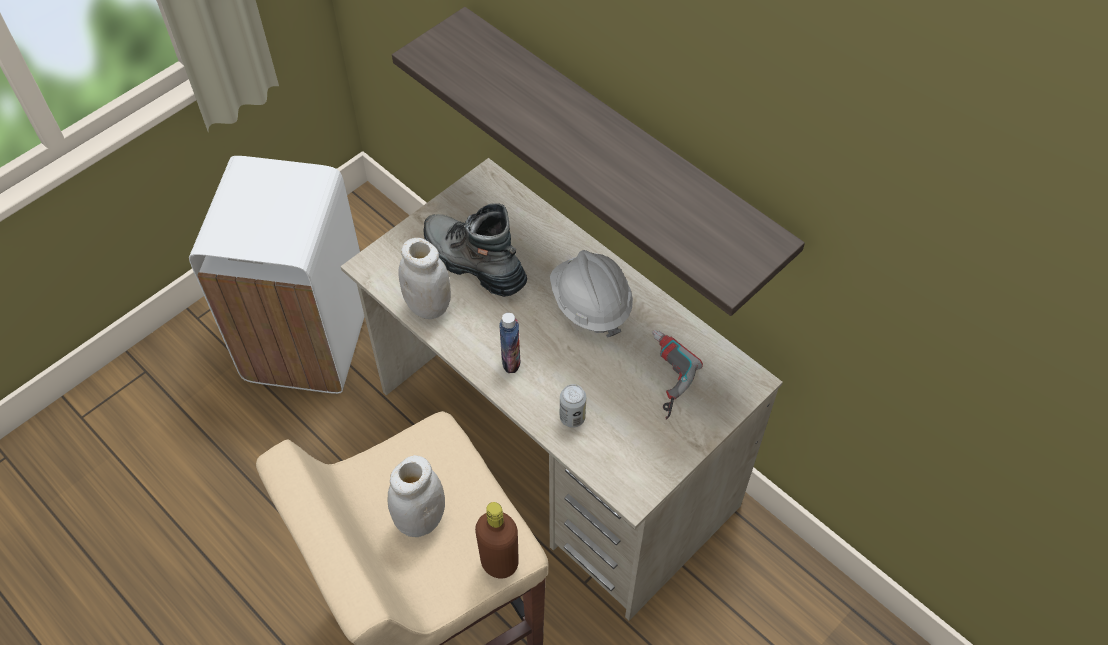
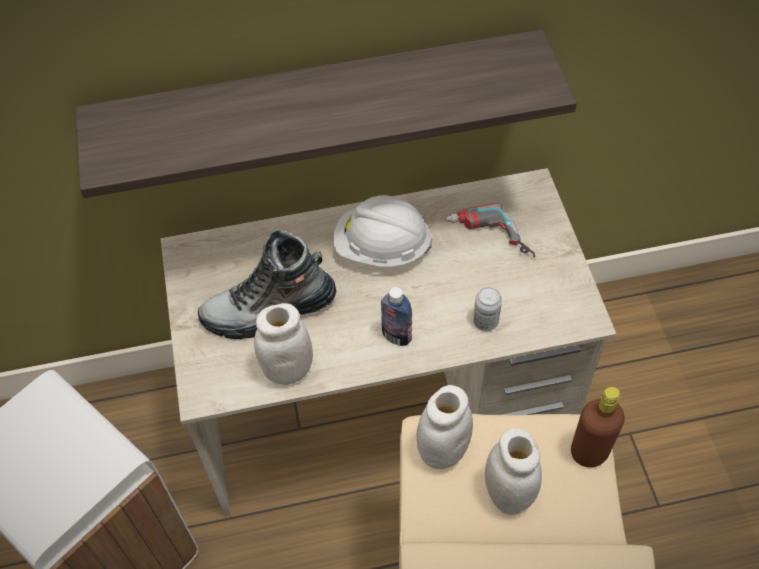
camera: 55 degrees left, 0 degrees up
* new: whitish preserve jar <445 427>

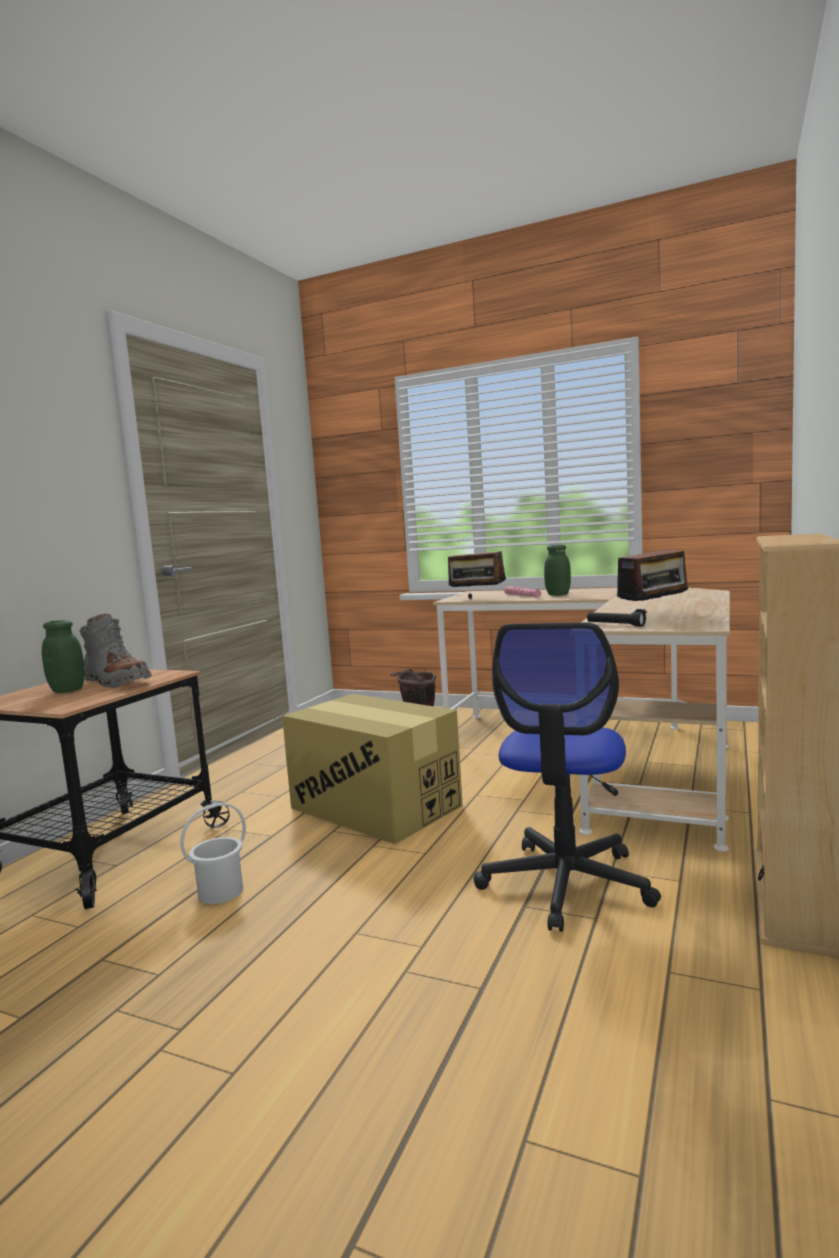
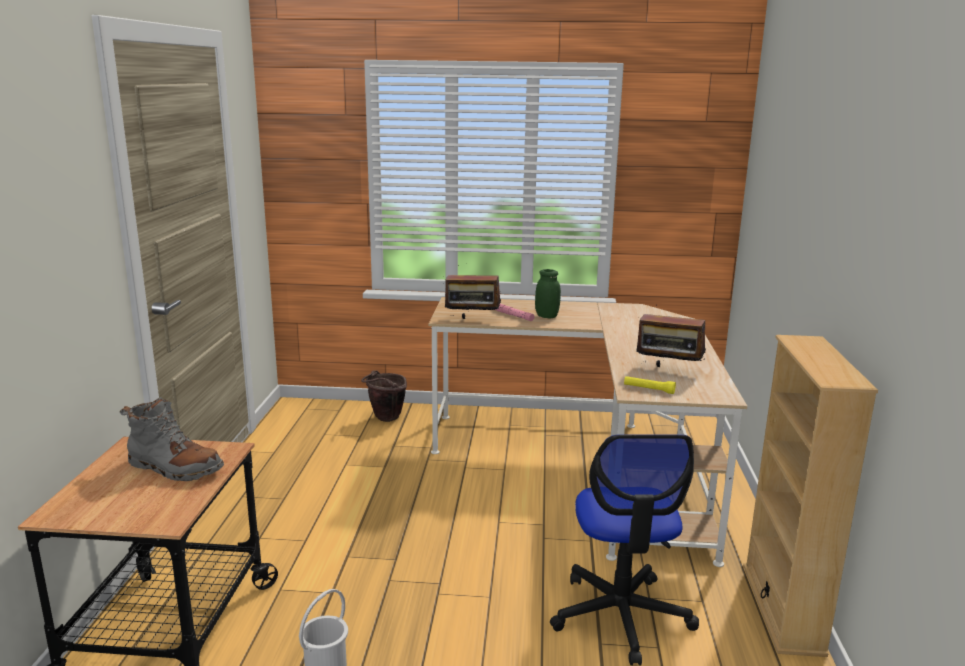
camera: 20 degrees left, 10 degrees up
* rotated: radio receiver <655 575> = <671 337> 75 degrees clockwise
* repainted: black-coloured flashlight <616 619> to yellowish flashlight <650 385>
* gone: greenish preserve jar <63 656>
* gone: cardboard box <372 769>

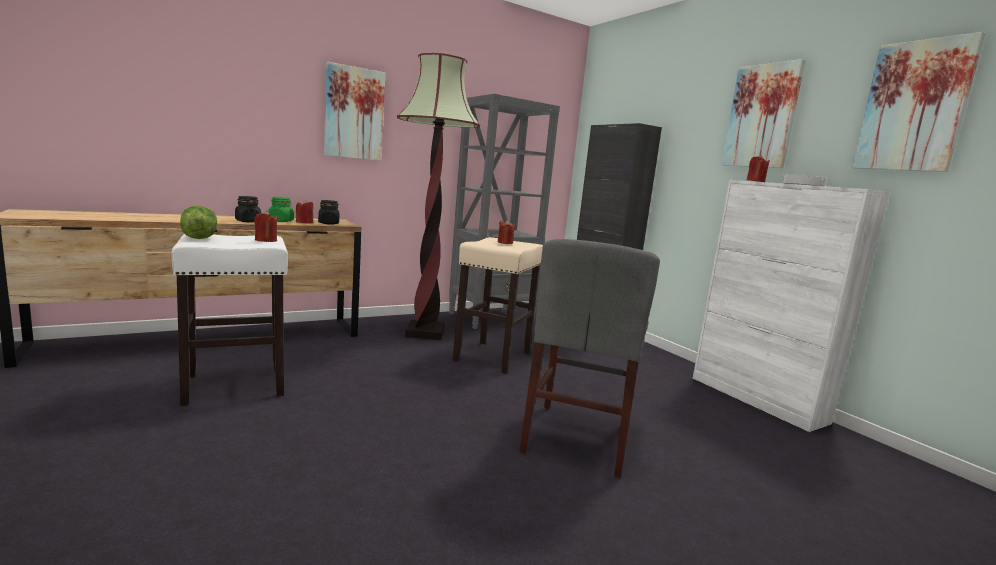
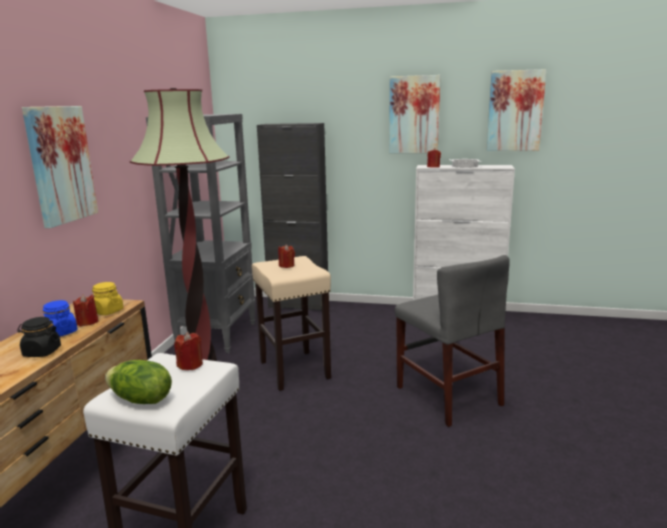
camera: 45 degrees left, 5 degrees up
* repainted: greenish preserve jar <281 209> to blue-coloured preserve jar <60 318>
* repainted: black-coloured preserve jar <328 212> to yellowish preserve jar <107 298>

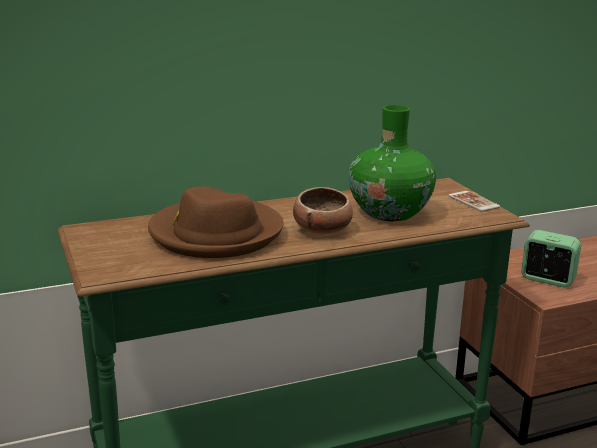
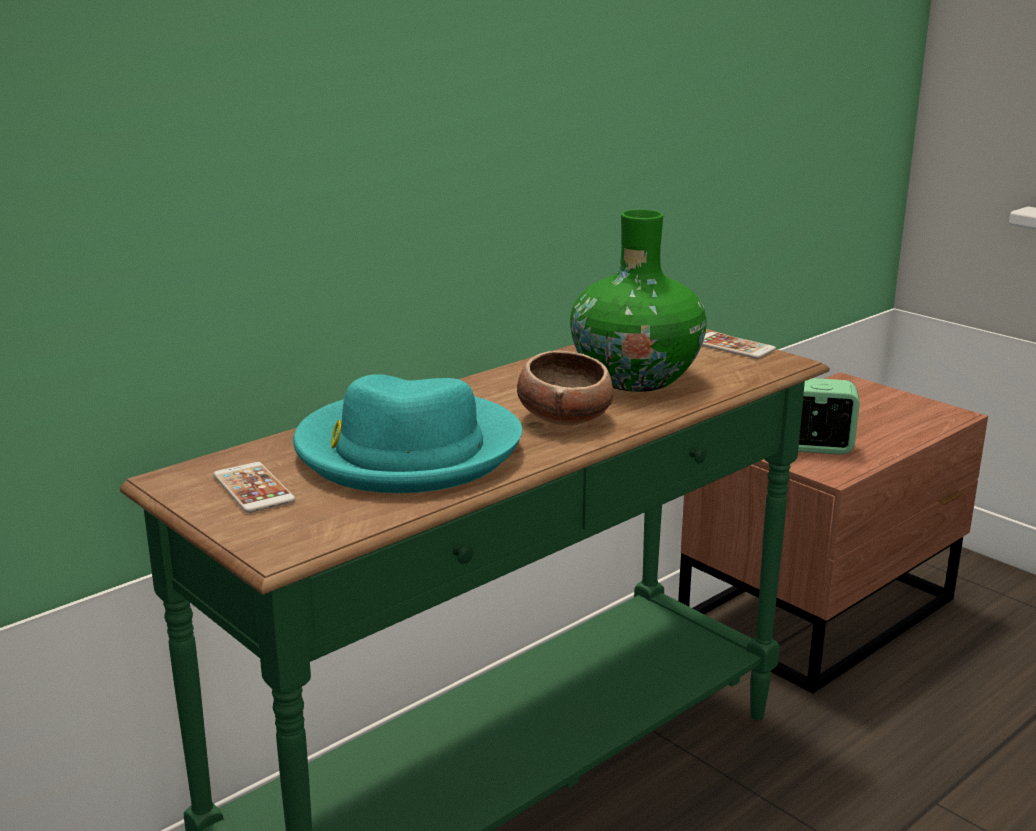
camera: 20 degrees left, 0 degrees up
* repainted: brown wearable hat <216 222> to turquoise wearable hat <407 433>
* new: handset <254 487>

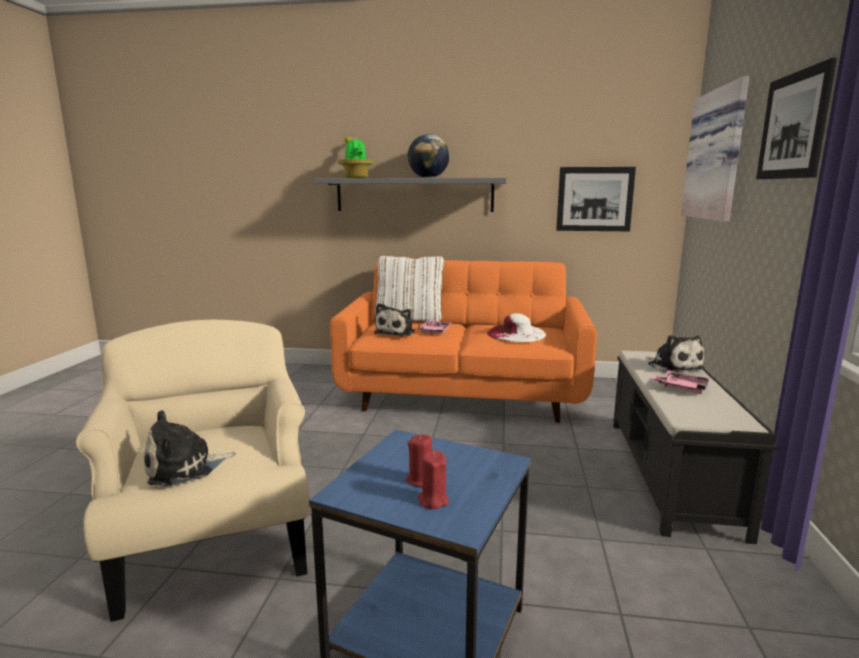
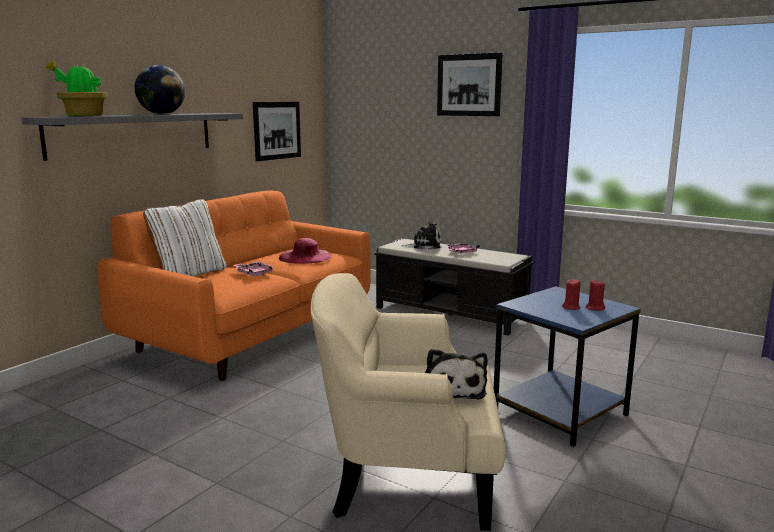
camera: 65 degrees left, 0 degrees up
* gone: picture <715 149>
* gone: cuddly toy <394 319>
* repainted: whitish wearable hat <516 327> to pink-coloured wearable hat <305 251>

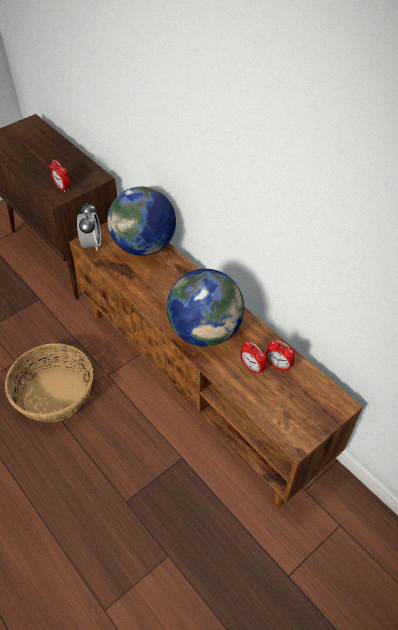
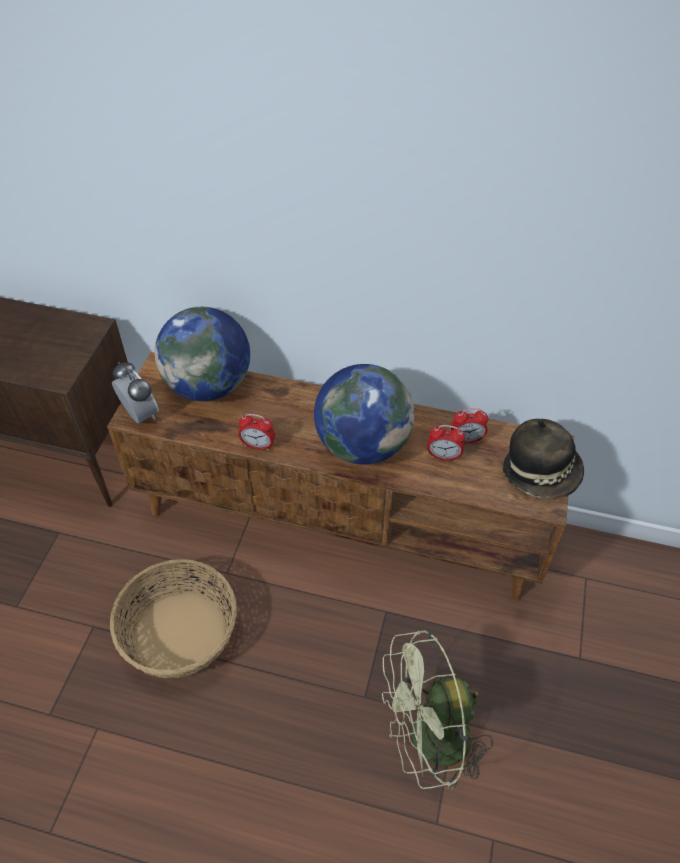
camera: 35 degrees left, 0 degrees up
* shifted: alarm clock <60 176> to <256 432>
* new: wearable hat <543 459>
* new: greenish fan <437 709>

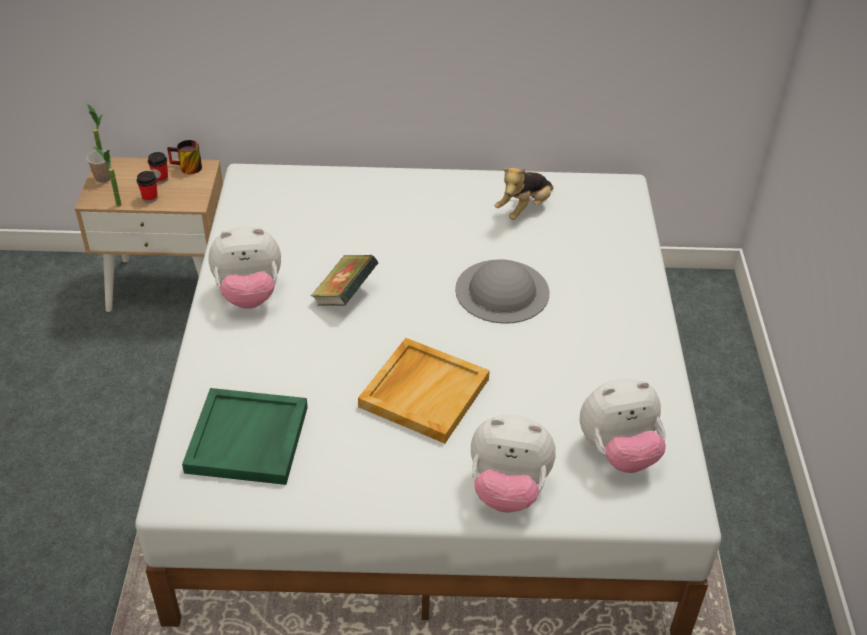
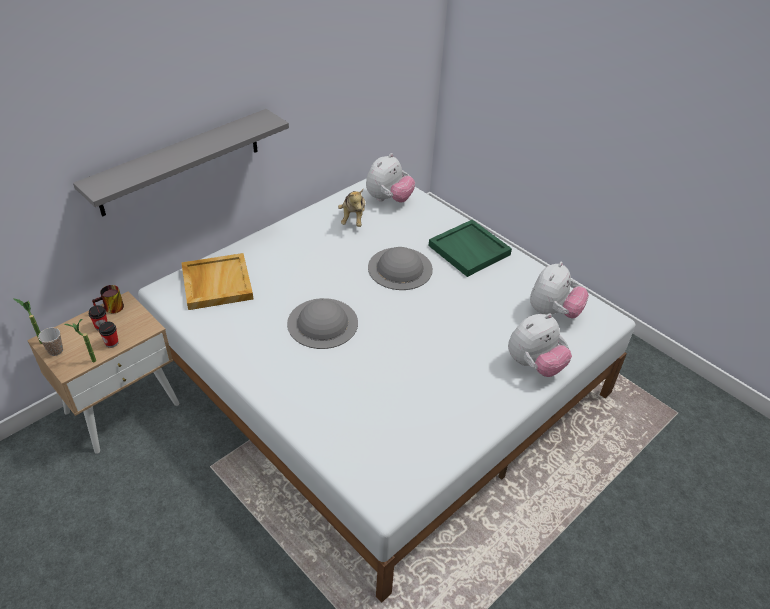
camera: 45 degrees left, 0 degrees up
* shifted: cuddly toy <244 267> to <390 178>
* swapped: book <344 280> to greyish wearable hat <322 323>
* shifted: beige-coloured carrying tray <424 391> to <217 281>
* shifted: greenish carrying tray <245 436> to <470 248>
* new: greyish bracket shelf <181 163>

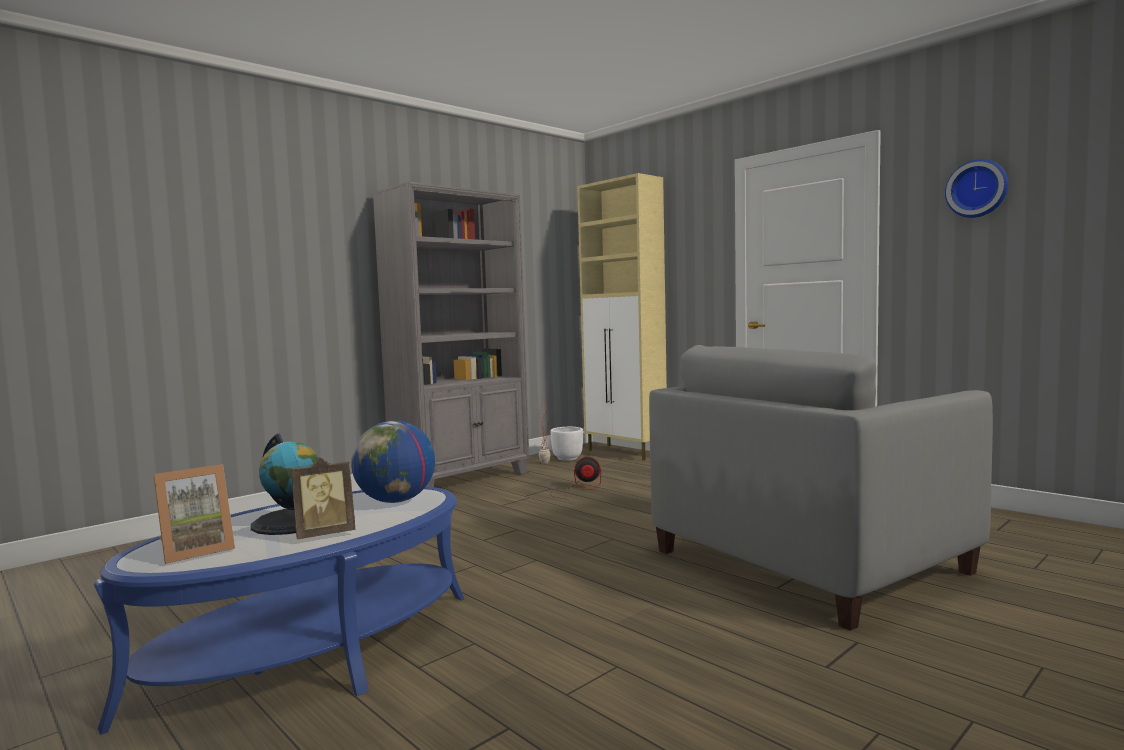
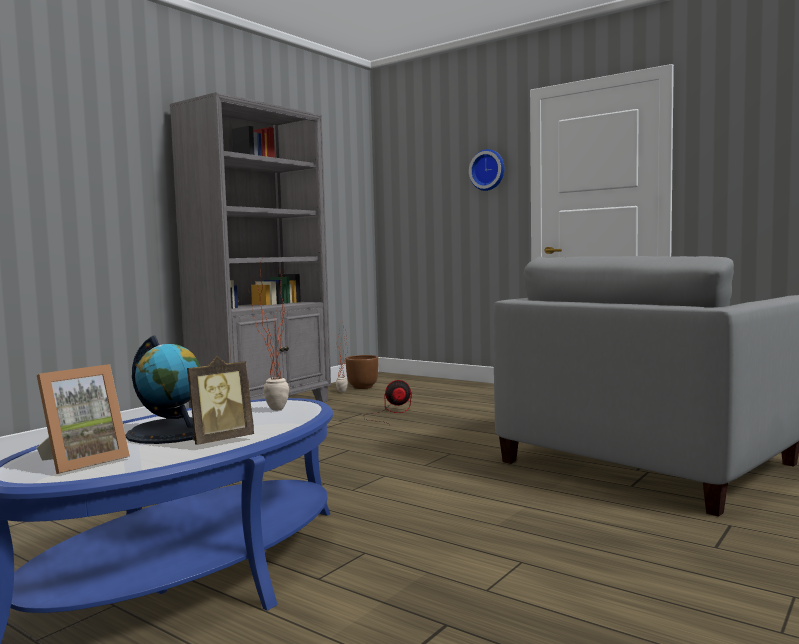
camera: 10 degrees left, 0 degrees up
* shifted: clock on the wall <976 188> to <487 170>
* gone: beige-coloured cupboard <622 316>
* swapped: world globe <393 462> to houseplant <268 332>
* repainted: whitish flower pot <566 444> to brown flower pot <362 372>

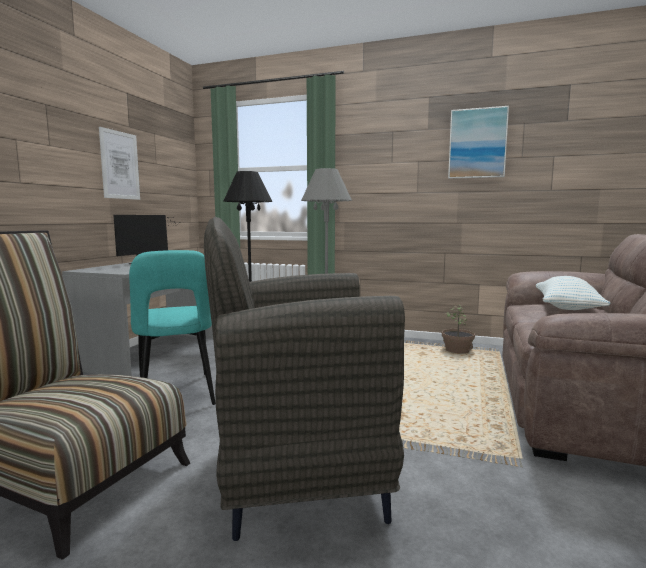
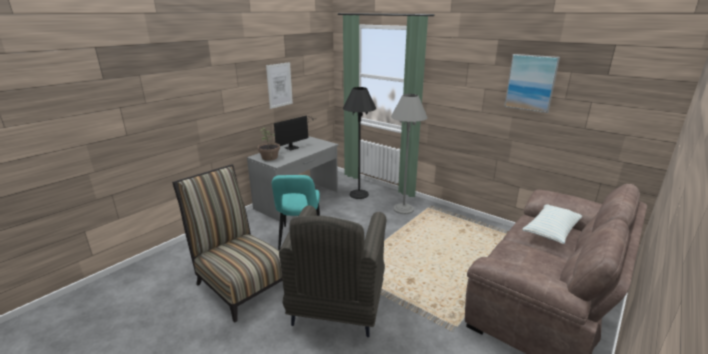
camera: 20 degrees right, 15 degrees up
* rotated: greyish armchair <304 379> = <332 271> 90 degrees counterclockwise
* shifted: houseplant <458 329> to <269 144>

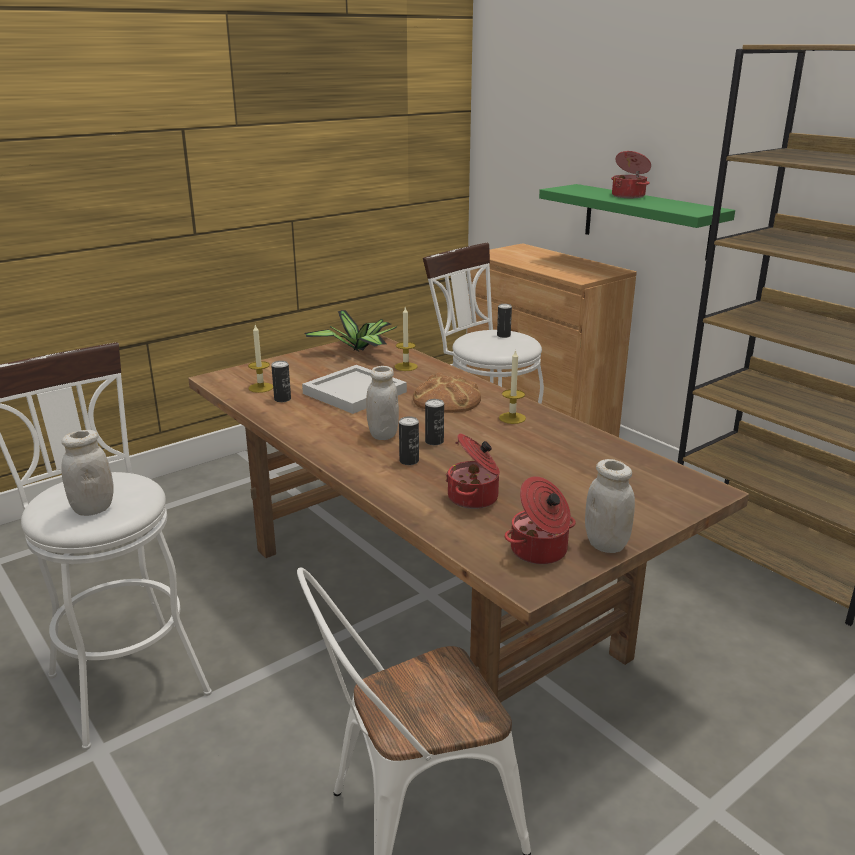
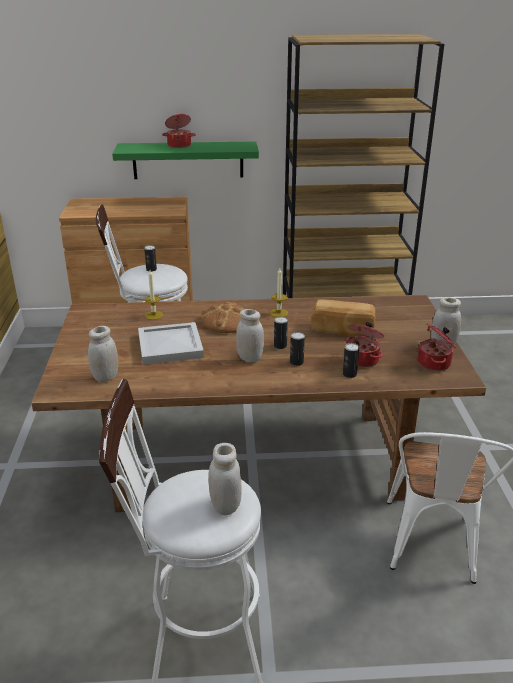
camera: 55 degrees left, 5 degrees up
* gone: houseplant <350 330>
* swapped: wax light <260 359> to whitish preserve jar <103 354>
* shifted: can <281 381> to <351 360>
* new: bakery bread <343 317>

